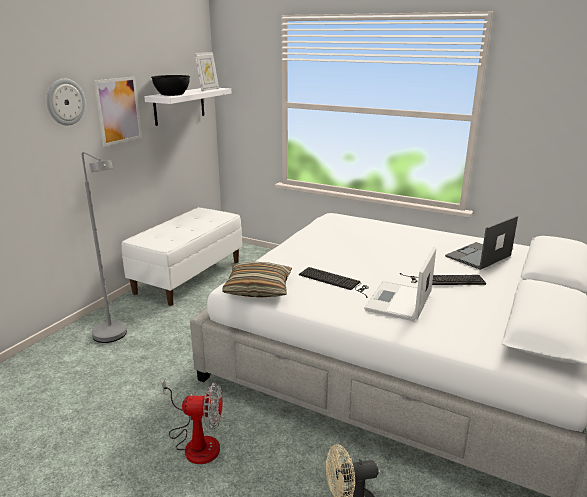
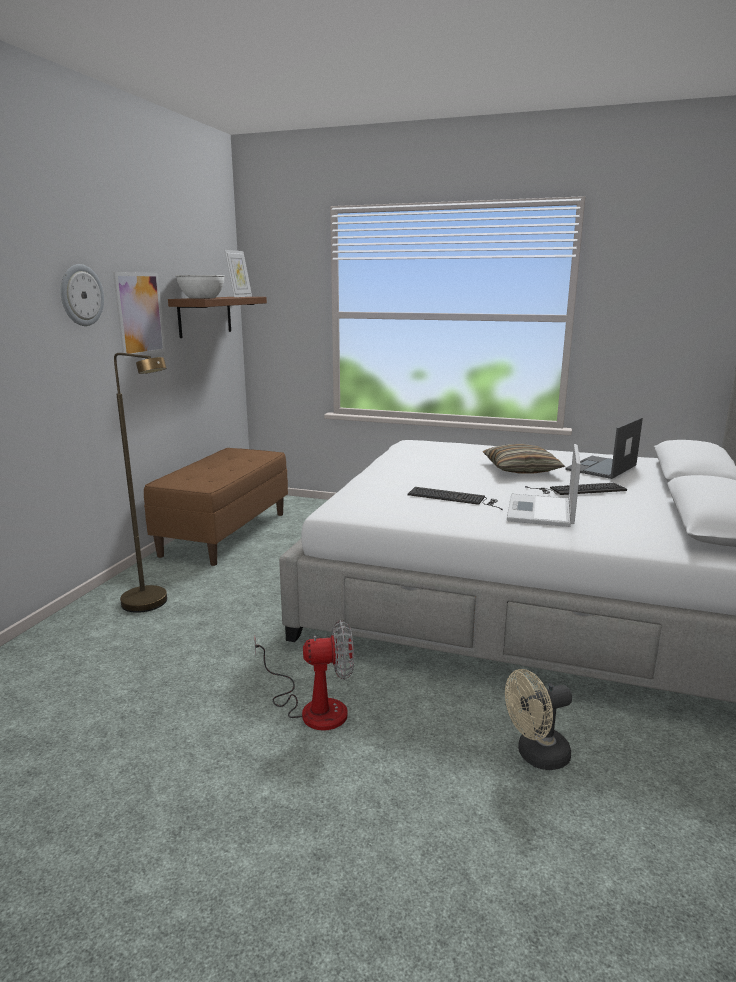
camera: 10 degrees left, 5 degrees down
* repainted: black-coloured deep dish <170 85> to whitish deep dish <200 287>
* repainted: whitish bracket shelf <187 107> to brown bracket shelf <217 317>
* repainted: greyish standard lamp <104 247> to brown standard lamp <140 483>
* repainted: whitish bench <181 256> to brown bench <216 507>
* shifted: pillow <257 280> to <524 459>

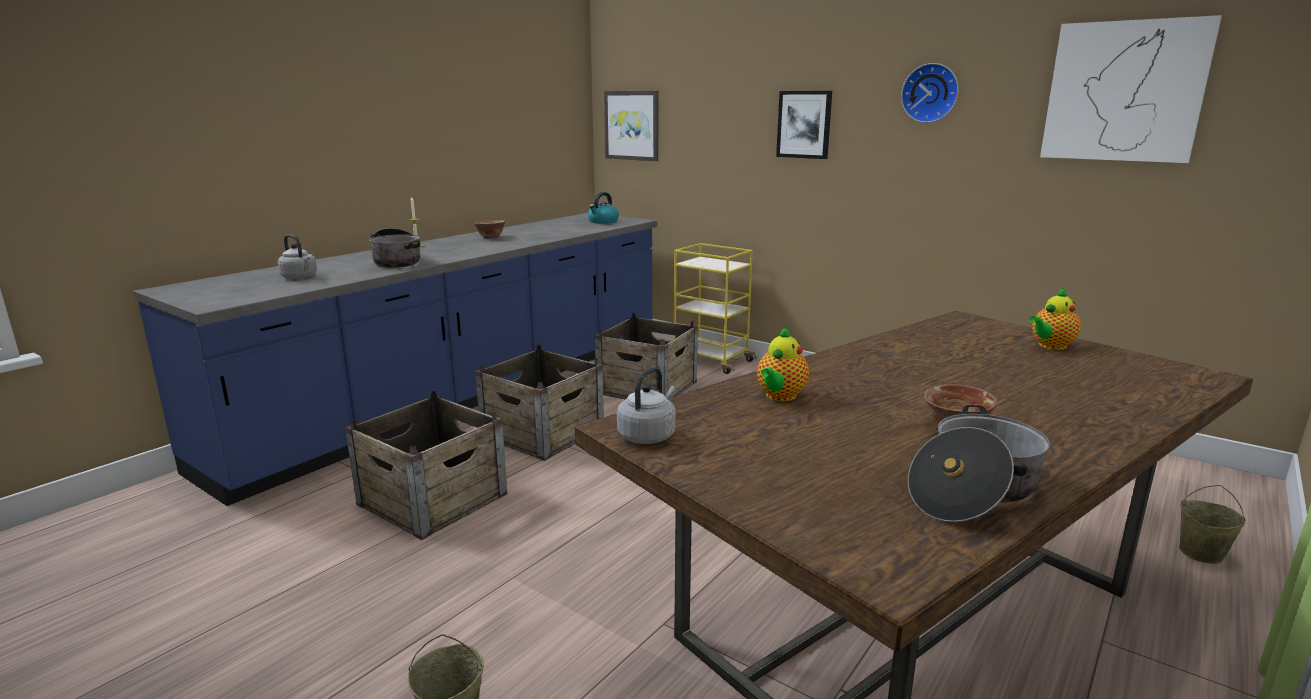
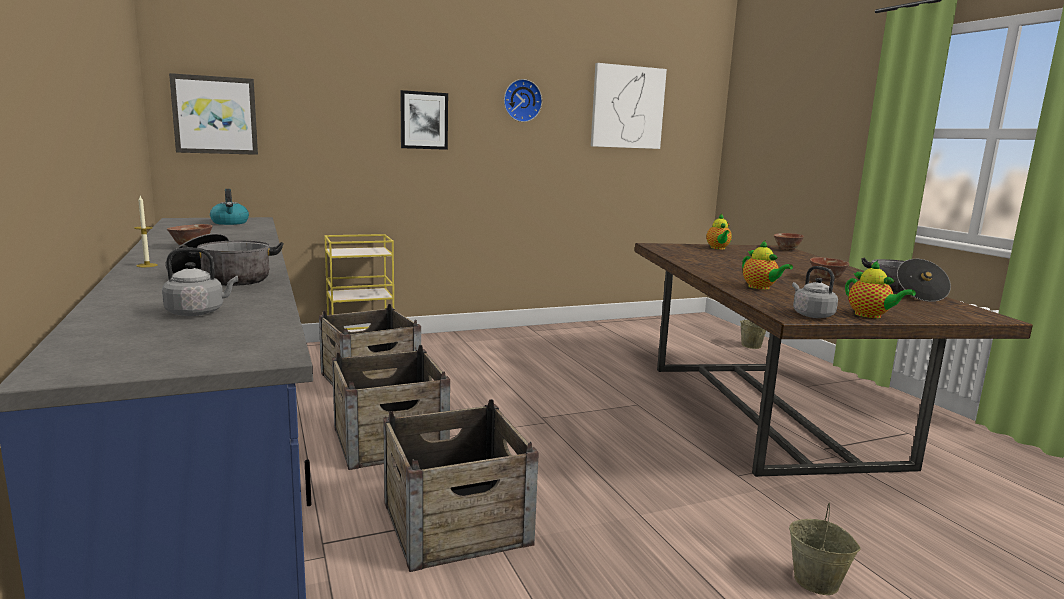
camera: 60 degrees left, 5 degrees down
* new: deep dish <789 241>
* new: teapot <880 289>

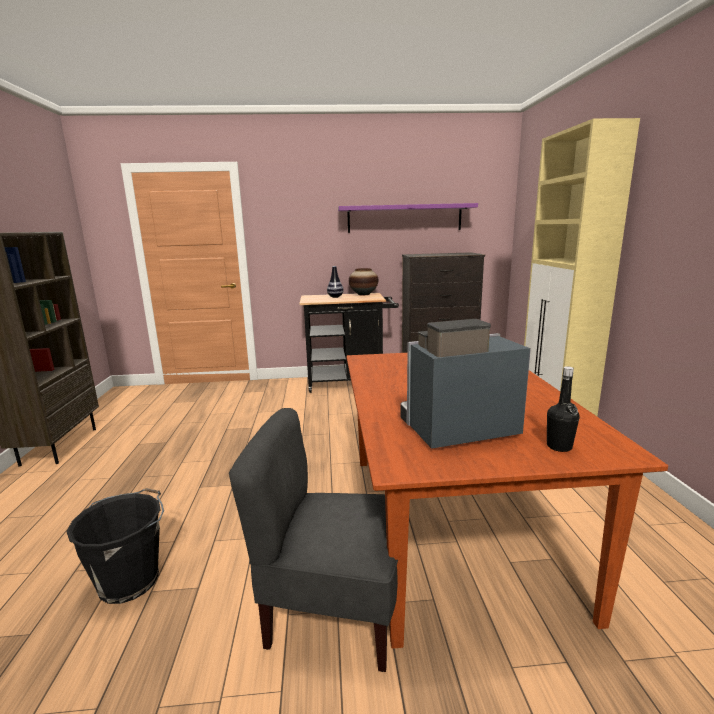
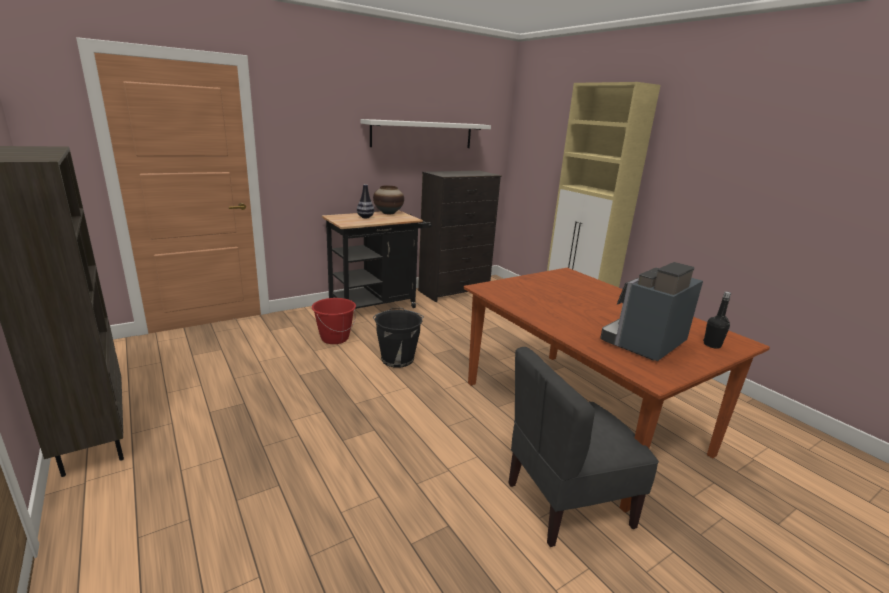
camera: 30 degrees left, 5 degrees up
* repainted: purple-coloured bracket shelf <408 218> to whitish bracket shelf <425 133>
* shifted: black-coloured water bucket <115 546> to <398 338>
* new: red water bucket <334 321>

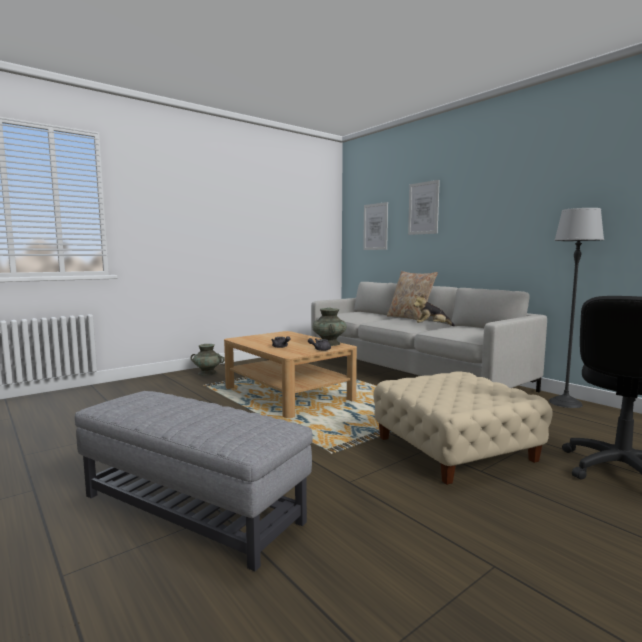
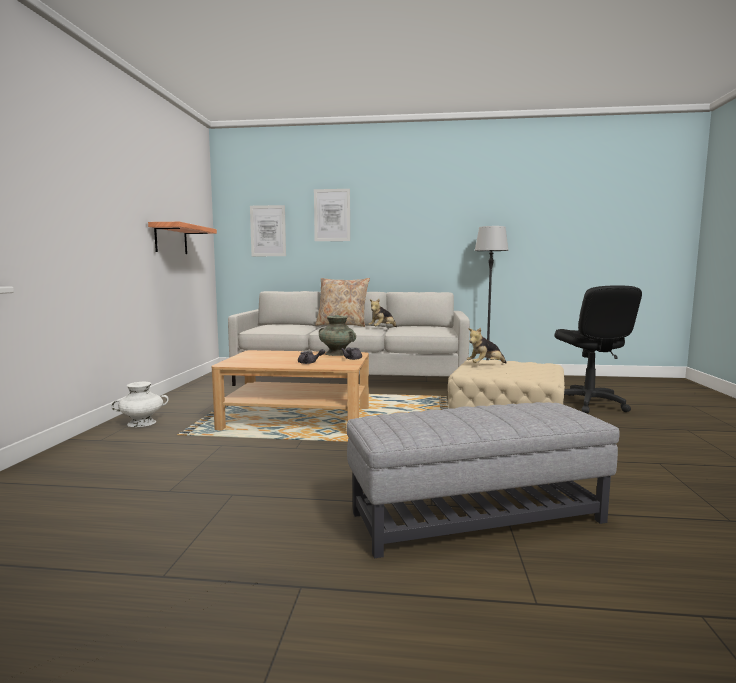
camera: 45 degrees left, 0 degrees up
* repainted: turquoise decorative vase <208 360> to whitish decorative vase <140 404>
* new: bracket shelf <182 238>
* new: cuddly toy <487 345>

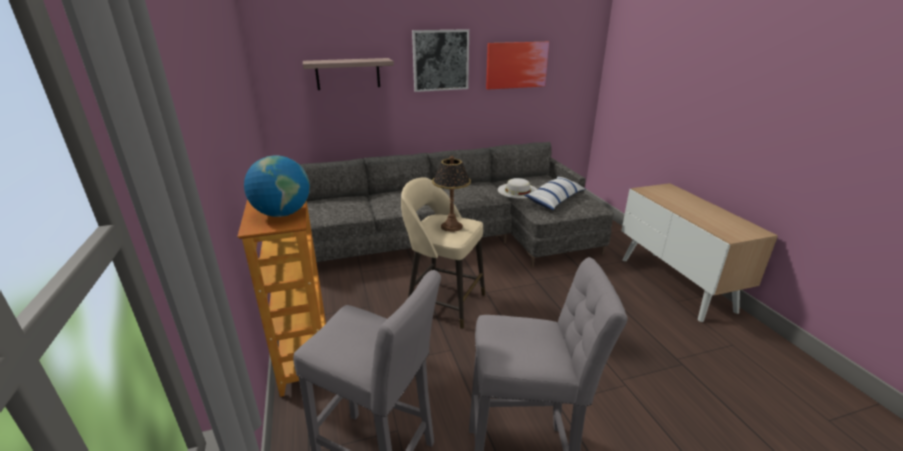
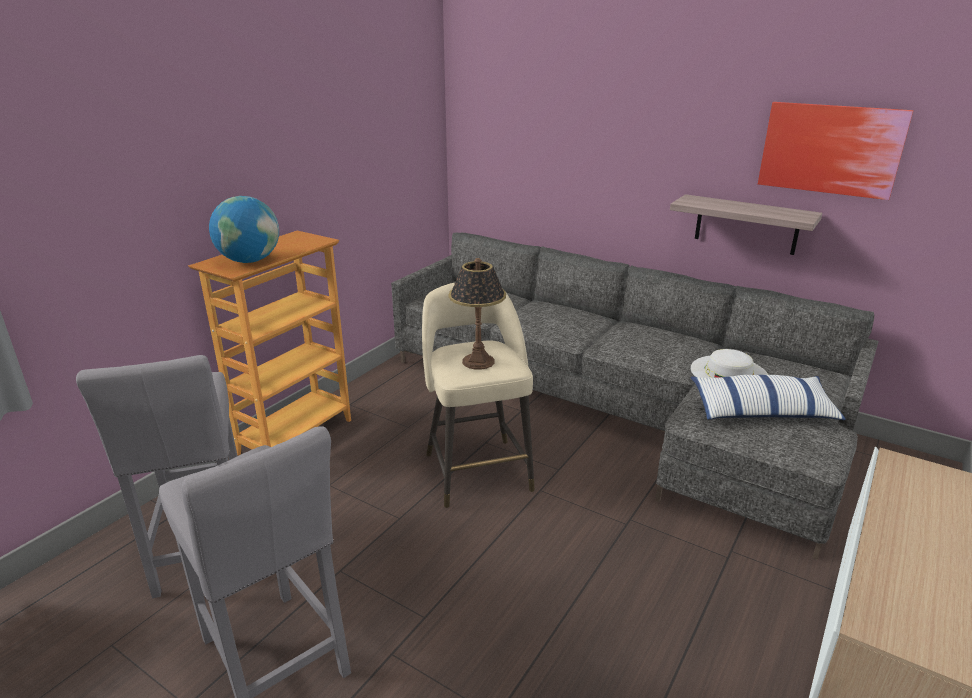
camera: 50 degrees right, 0 degrees up
* gone: picture <440 60>
* shifted: bracket shelf <348 74> to <746 224>

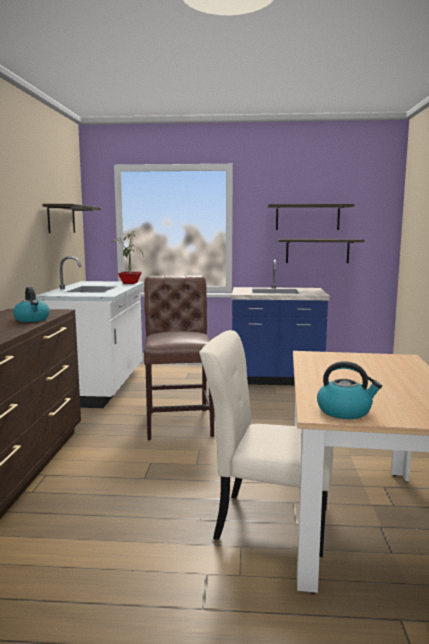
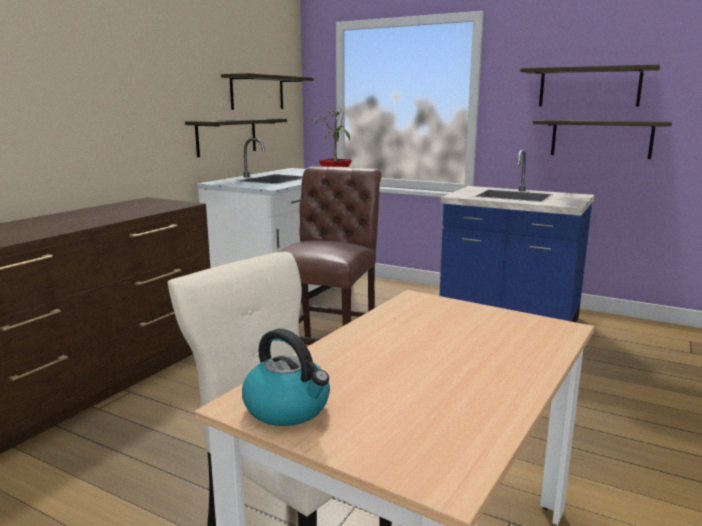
camera: 25 degrees right, 5 degrees up
* gone: tea kettle <31 304>
* new: bracket shelf <236 138>

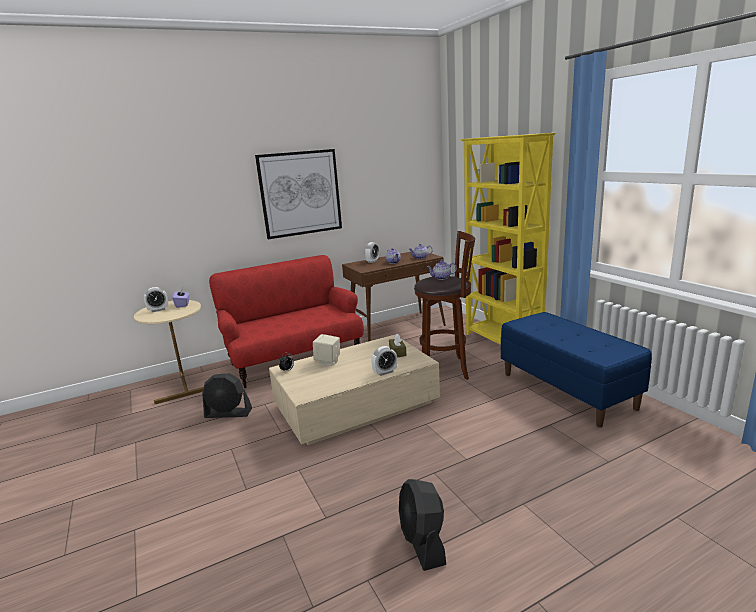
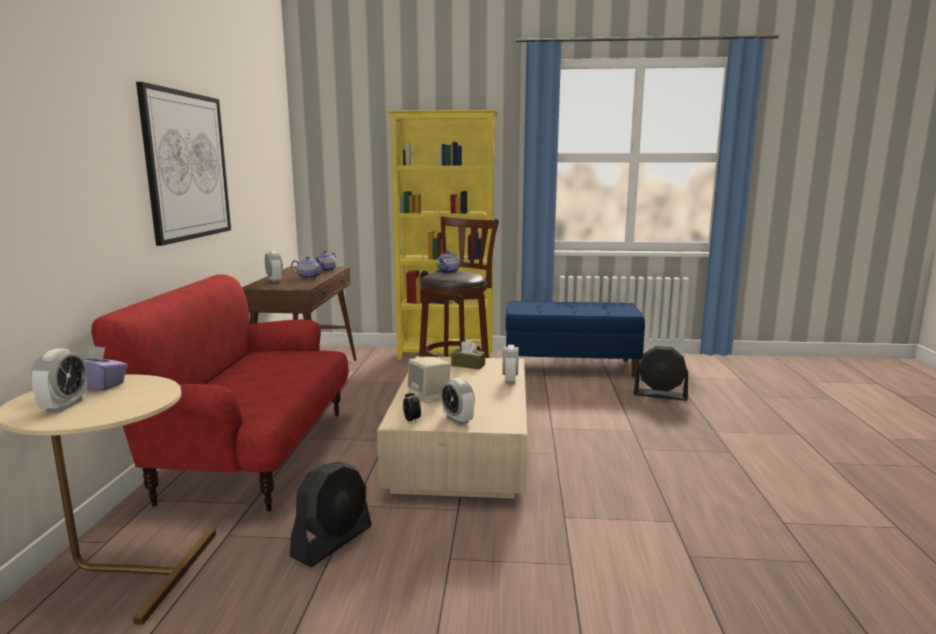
camera: 60 degrees left, 5 degrees down
* shifted: black-coloured fan <422 525> to <660 373>
* new: alarm clock <458 401>

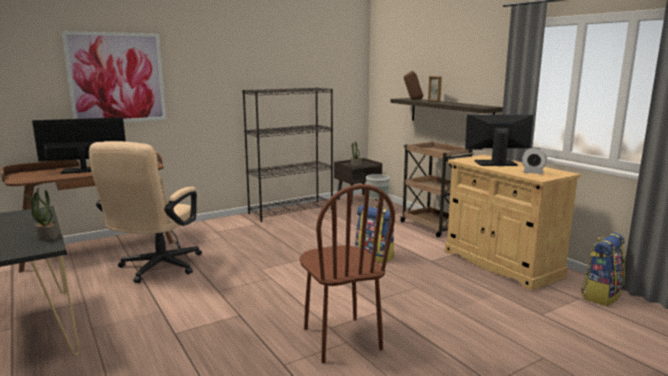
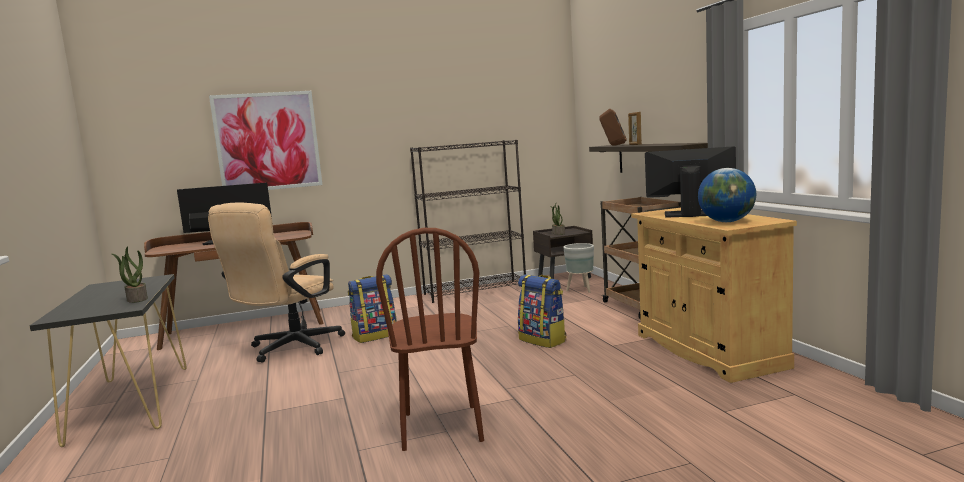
camera: 15 degrees right, 5 degrees down
* swapped: alarm clock <534 161> to world globe <727 195>
* shifted: knapsack <603 269> to <372 309>

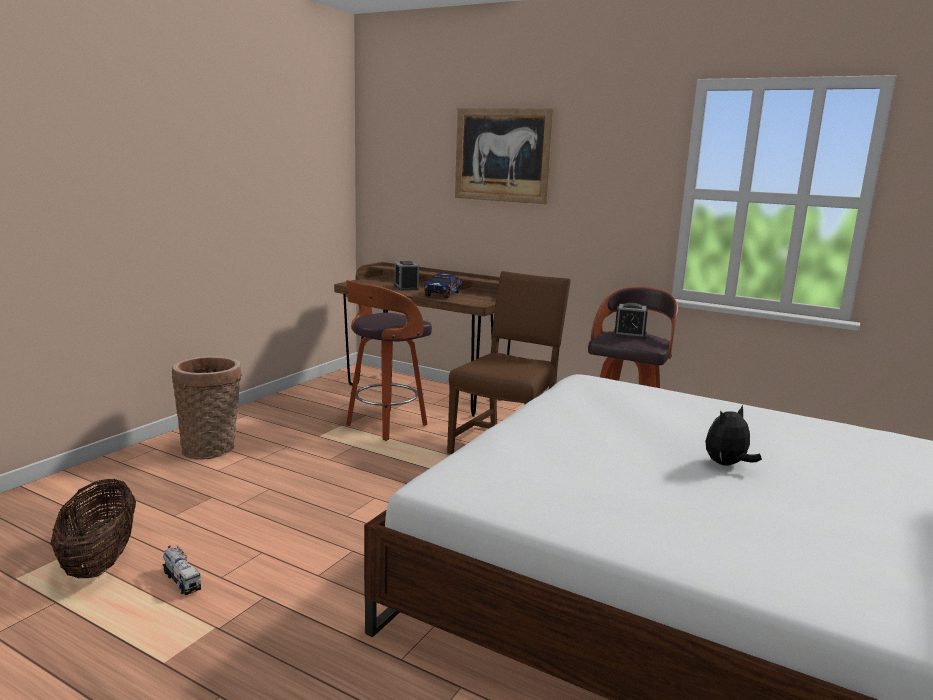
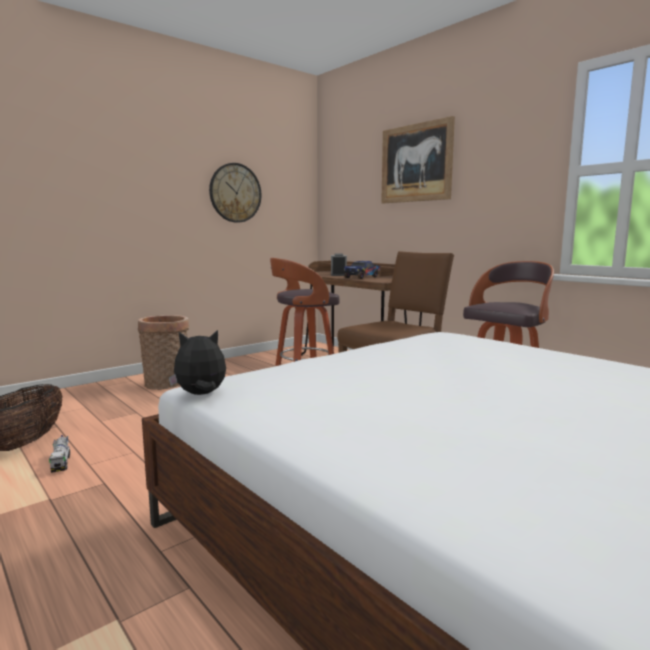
camera: 20 degrees right, 5 degrees down
* gone: alarm clock <630 321>
* shifted: cuddly toy <734 435> to <197 362>
* new: clock on the wall <235 193>

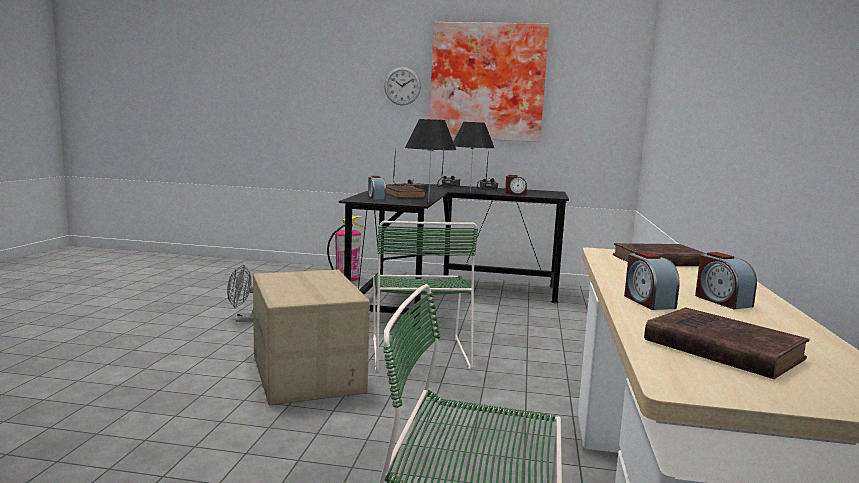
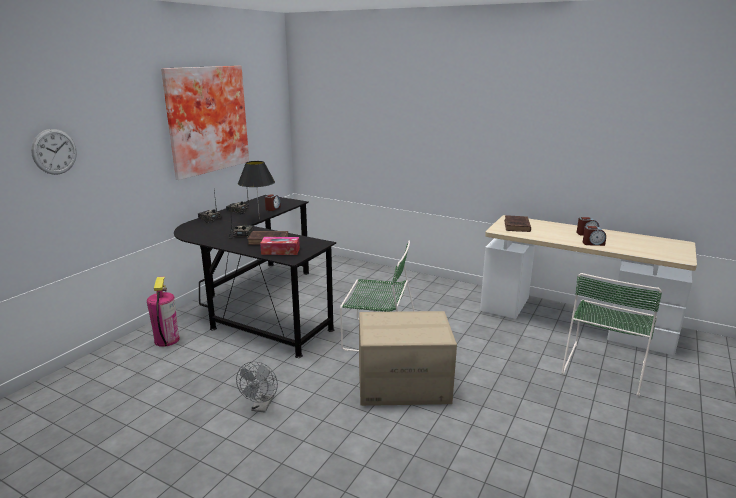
camera: 70 degrees left, 10 degrees up
* shifted: clock on the wall <402 86> to <54 152>
* gone: black-coloured lamp for a table <431 161>
* swapped: alarm clock <377 187> to tissue box <280 246>
* gone: brown book <727 343>

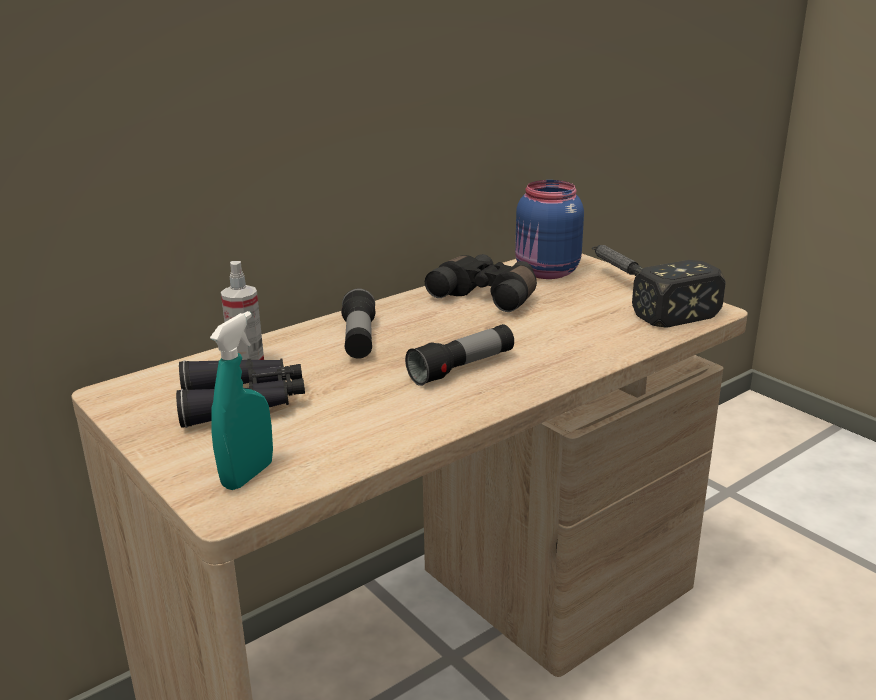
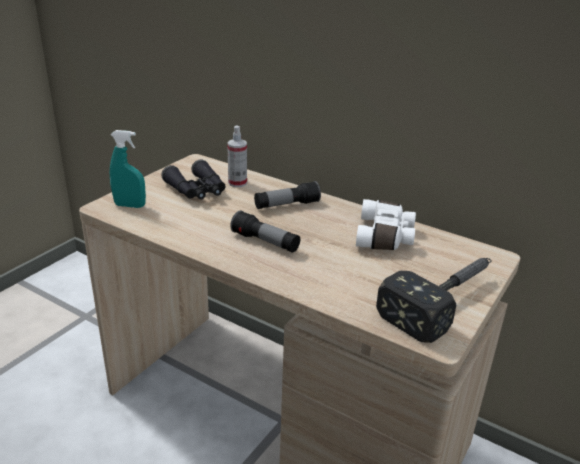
camera: 70 degrees right, 5 degrees up
* gone: blue-coloured preserve jar <549 229>
* repainted: black-coloured pair of binoculars <481 283> to whitish pair of binoculars <386 224>

